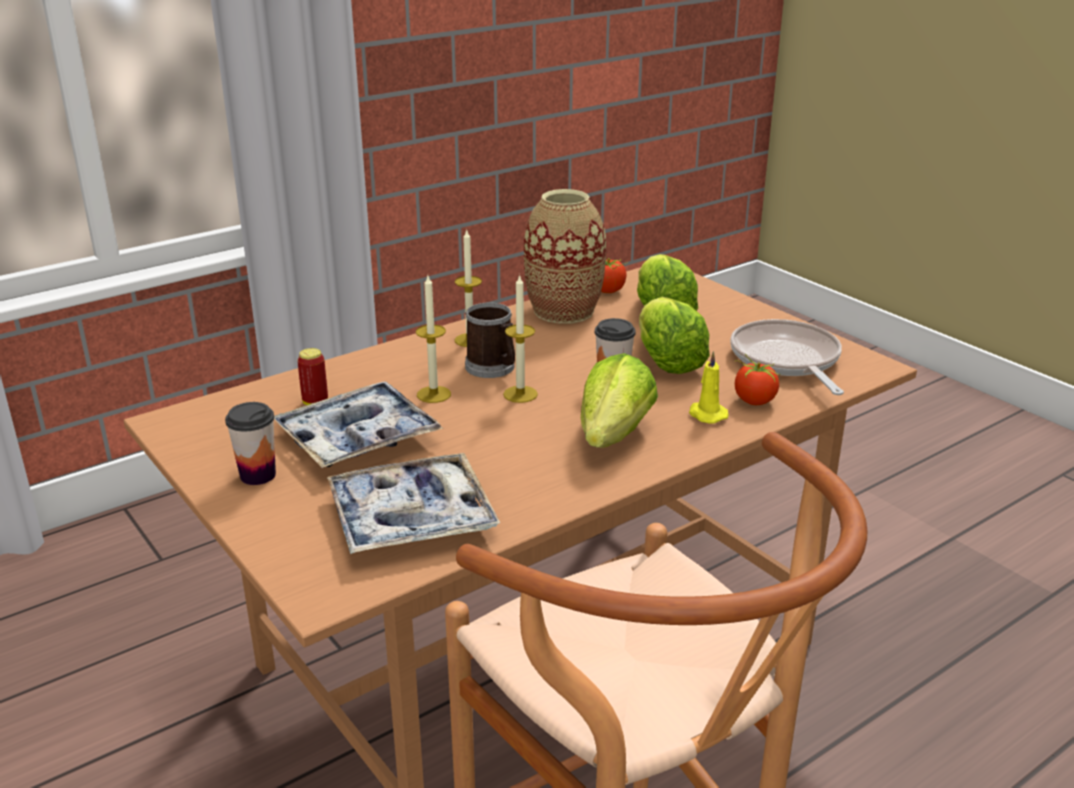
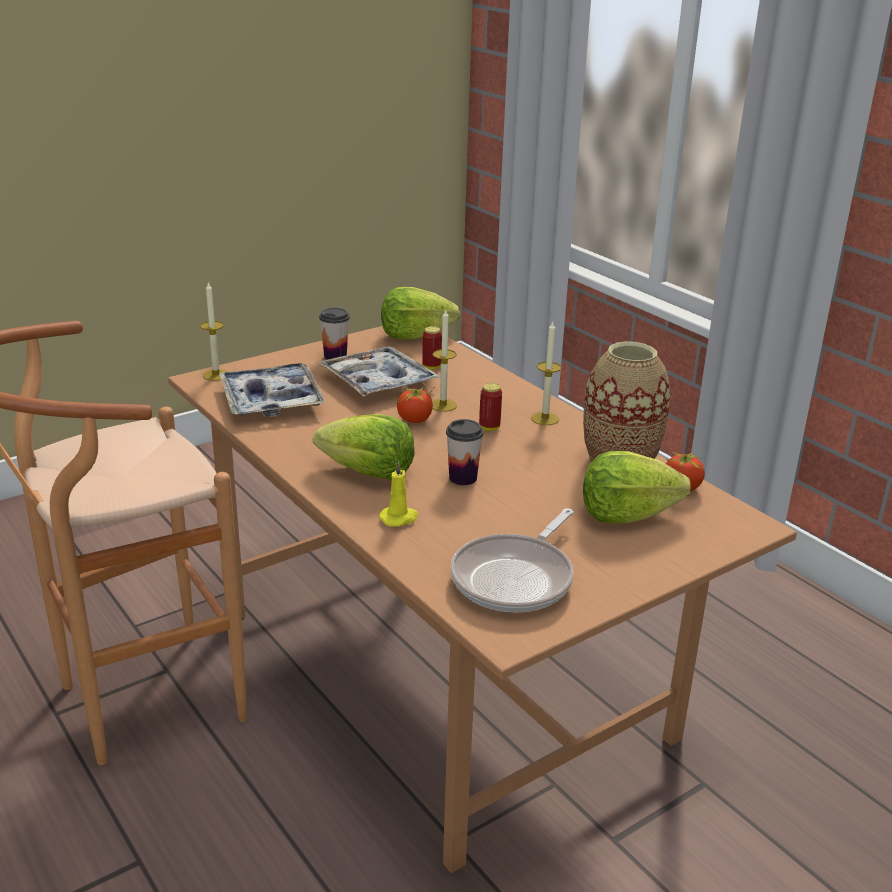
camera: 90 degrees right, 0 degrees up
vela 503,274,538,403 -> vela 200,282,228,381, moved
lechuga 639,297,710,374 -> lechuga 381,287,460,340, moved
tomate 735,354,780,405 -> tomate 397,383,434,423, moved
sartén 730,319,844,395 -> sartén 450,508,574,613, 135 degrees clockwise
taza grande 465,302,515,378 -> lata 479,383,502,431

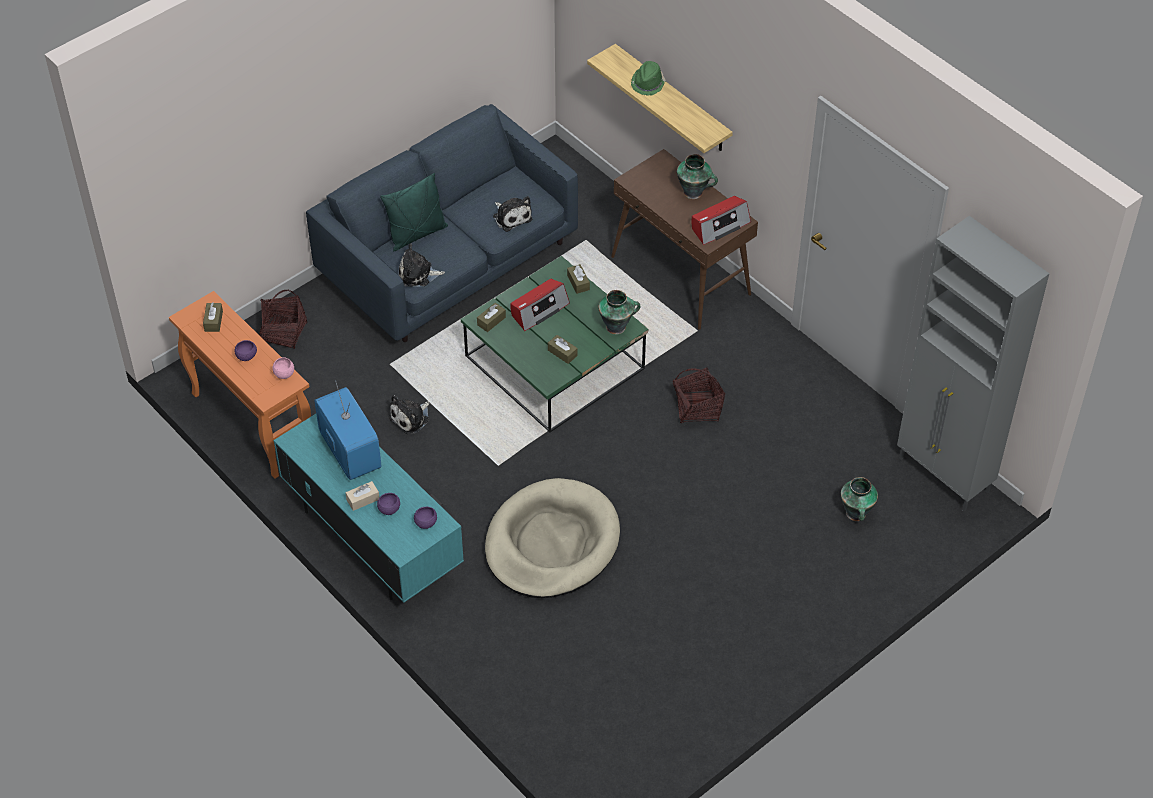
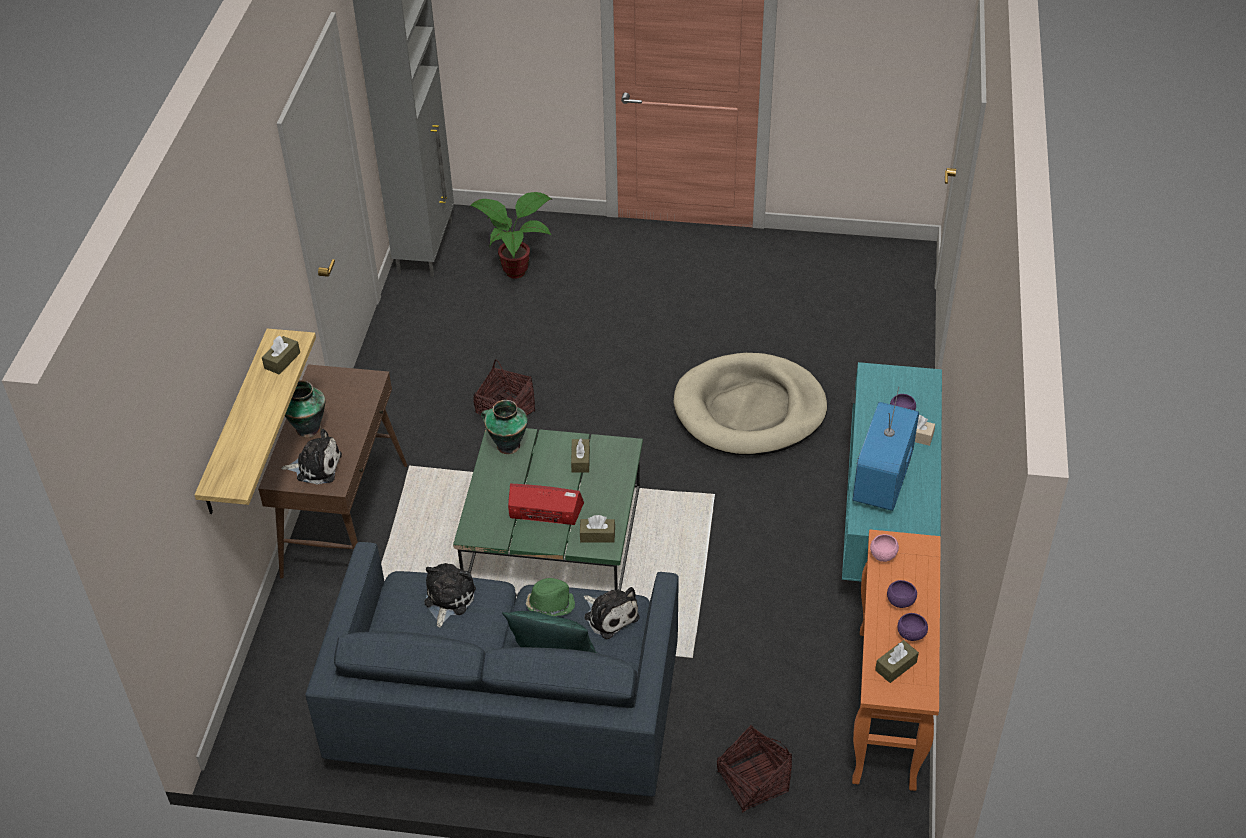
camera: 130 degrees left, 5 degrees down
caja de pañuelos/marrón 567,264,590,294 -> caja de pañuelos/marrón 262,336,300,374, moved
peluche 388,395,430,434 -> peluche 281,429,342,485, moved
florero 841,477,878,521 -> planta en maceta 469,192,552,279
sombrero/verde 631,61,666,96 -> sombrero/verde 526,578,575,616, moved
cuenco/morado 414,507,437,529 -> cuenco/morado 898,613,928,641, moved
radio 691,196,751,245 -> none

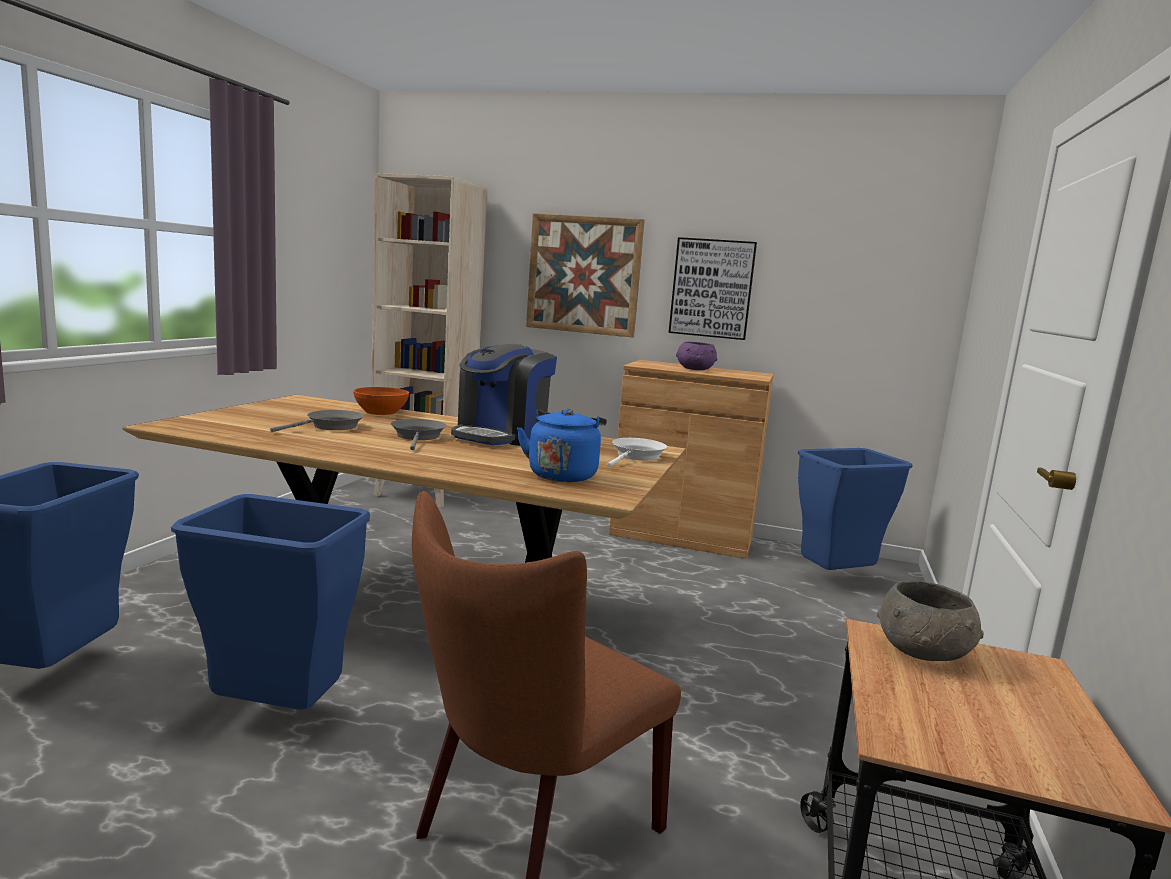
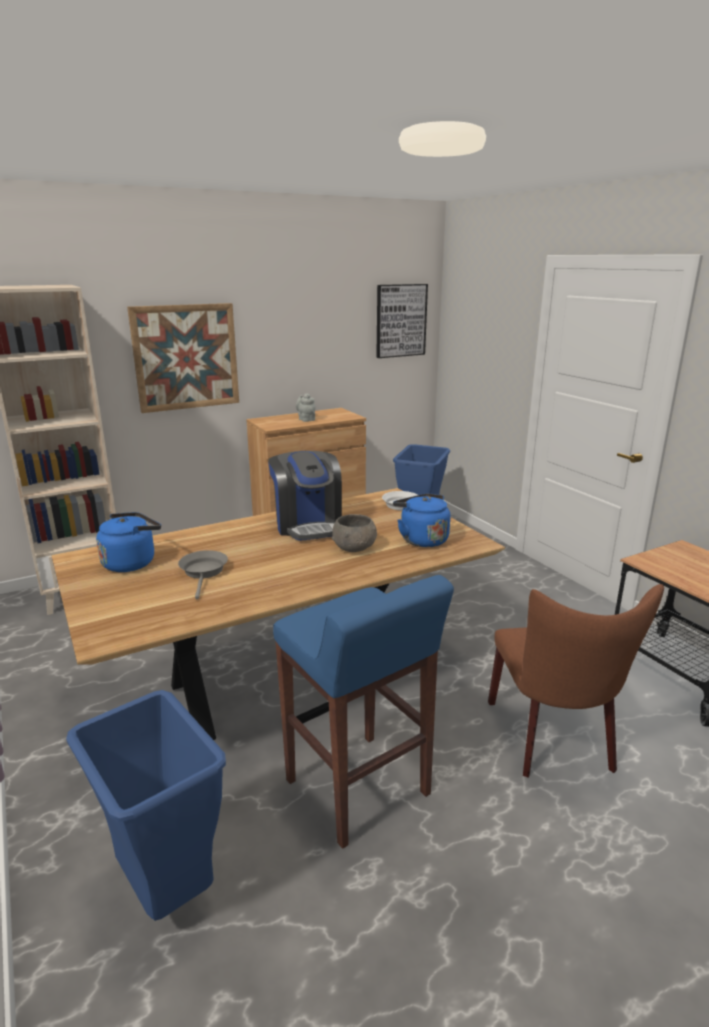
camera: 45 degrees left, 10 degrees up
none -> hervidor/azul 96,512,161,572
papelera/azul 171,494,370,710 -> taburete/azul 273,575,454,849
cuenco/morado 676,342,718,370 -> tetera/gris 296,394,316,422
cuenco/gris 877,581,984,661 -> cuenco/gris 332,514,377,552, moved
cuadro 669,237,757,340 -> cuadro 376,284,428,358, moved
cuenco/naranja 353,387,409,415 -> none
sartén/gris 391,419,446,450 -> none

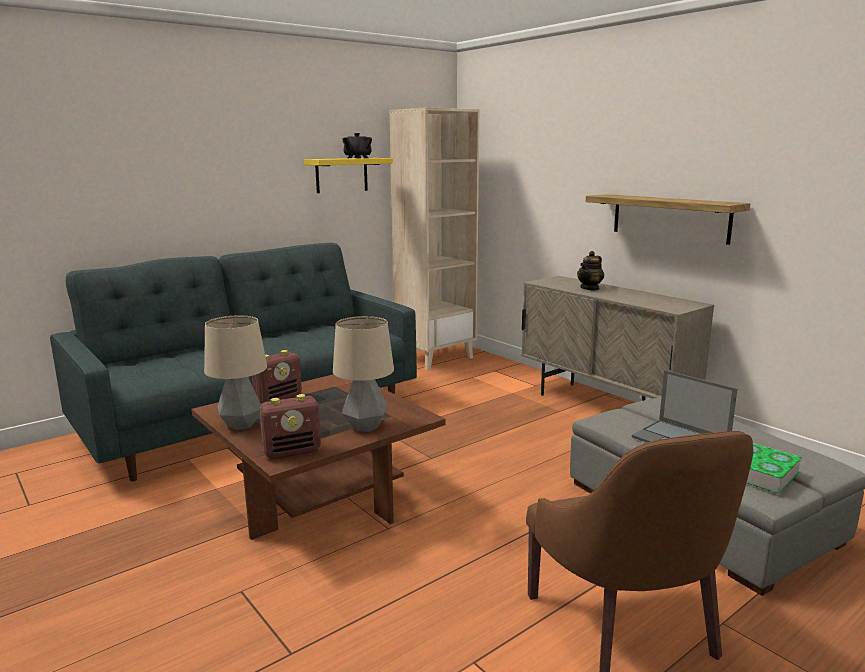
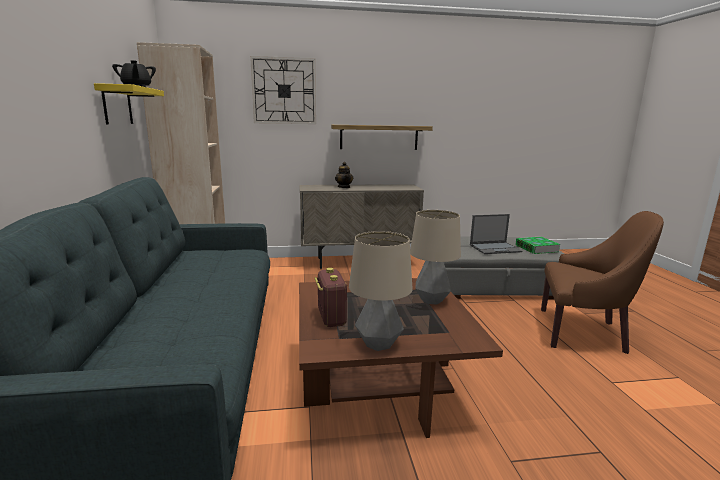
camera: 60 degrees left, 0 degrees up
none -> reloj de pared 250,56,316,124
radio 259,394,321,459 -> none

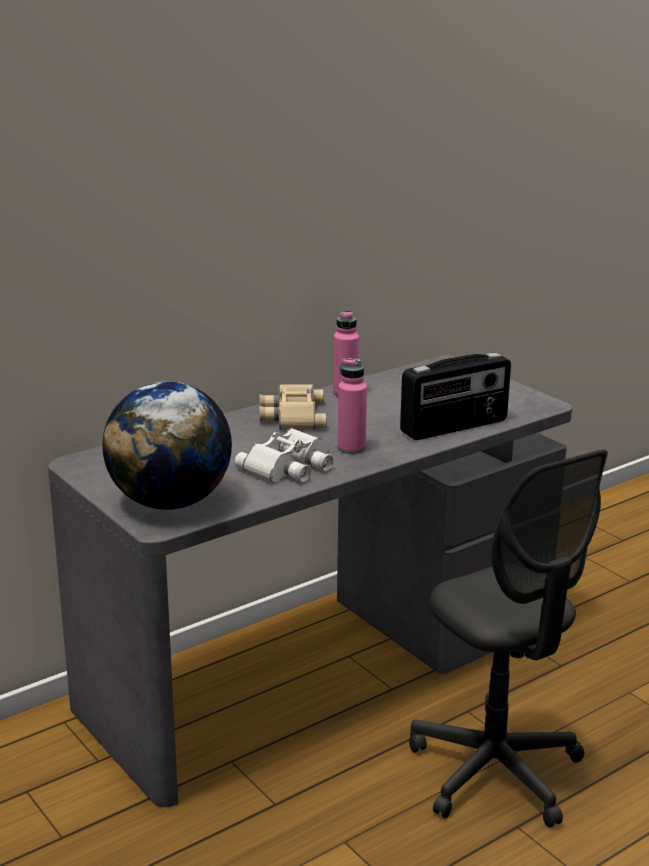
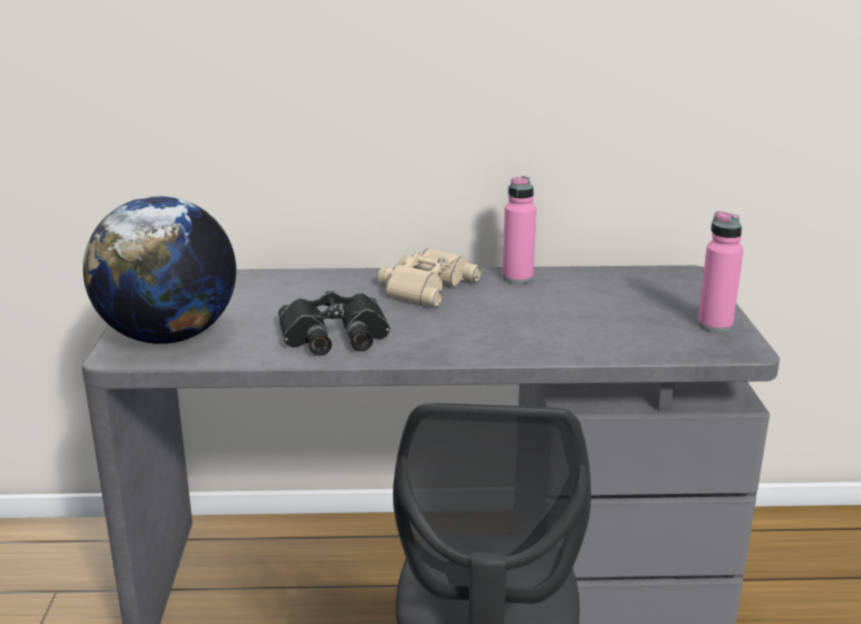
camera: 35 degrees right, 0 degrees up
prismáticos/blanco 235,428,333,483 -> prismáticos/negro 278,290,390,356
botella/rosa 338,358,367,454 -> botella/rosa 697,211,744,332, moved
radio 400,352,511,440 -> none

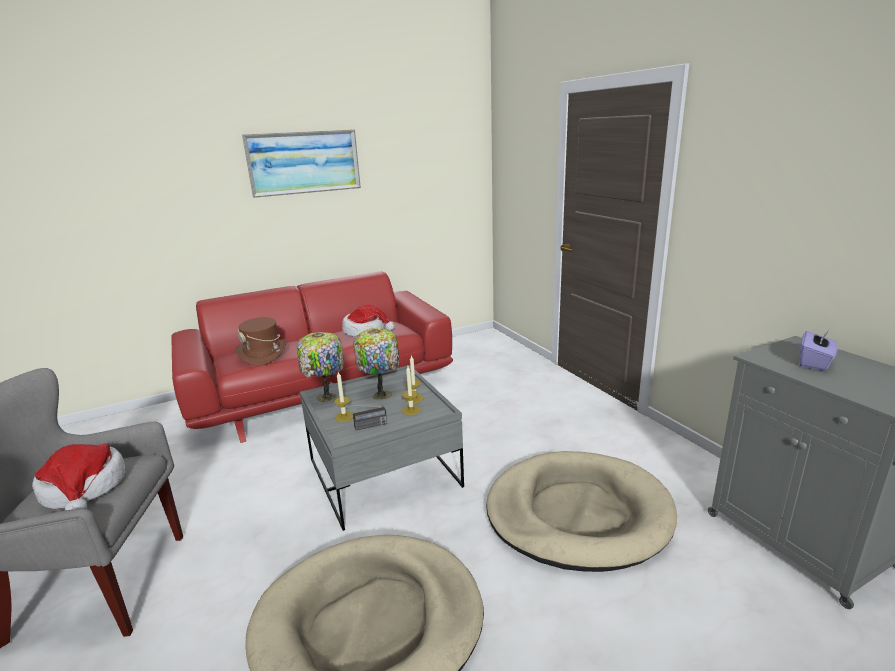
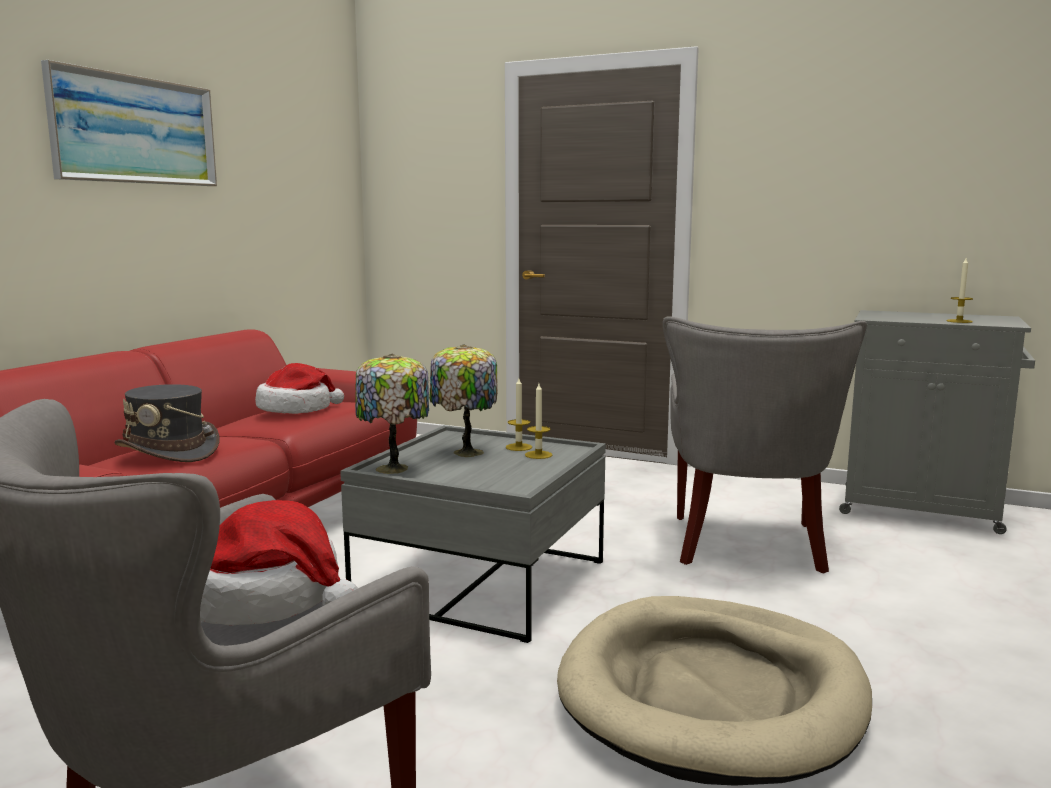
camera: 40 degrees left, 10 degrees down
sombrero/marrón 235,317,287,366 -> sombrero/gris 115,384,220,462
cama para perro/beis 486,451,677,572 -> sillón/gris 663,316,867,574
vela 334,372,353,422 -> vela 946,258,973,323, moved
radio 333,405,387,430 -> none
caja de pañuelos/morado 800,330,838,371 -> none

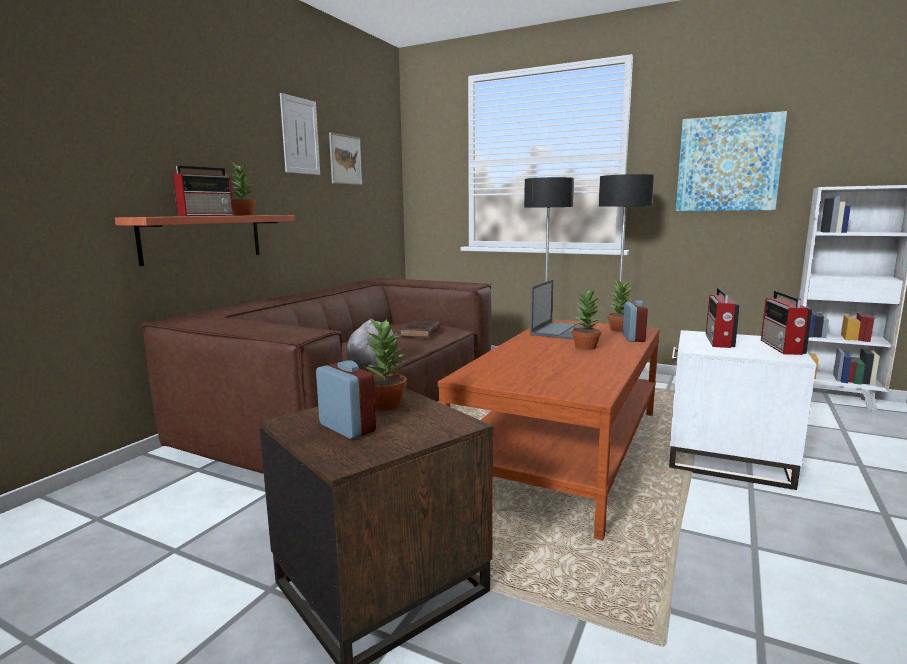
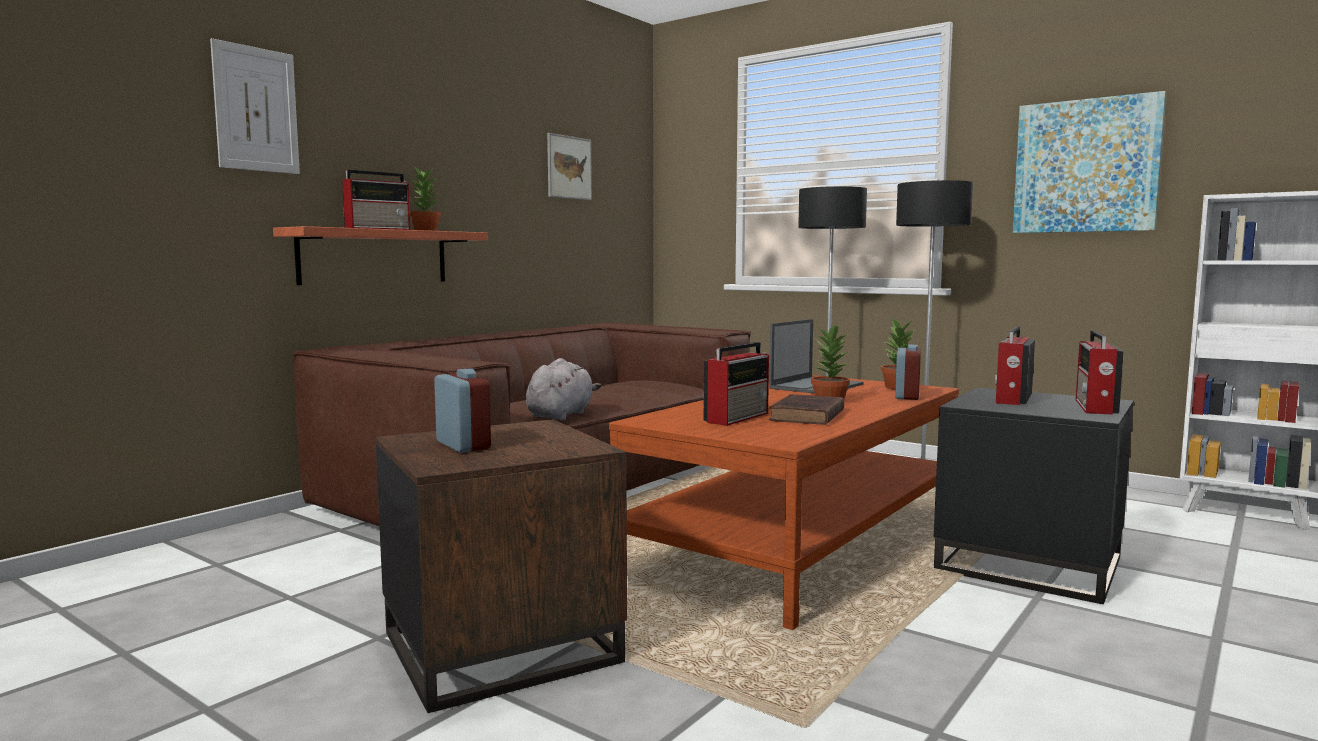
camera: 10 degrees right, 5 degrees down
cuadro 280,93,320,175 -> cuadro 210,38,300,174, moved
none -> radio 703,342,769,426
libro/marrón 400,321,440,338 -> libro/marrón 769,394,844,425, moved
mesa auxiliar/blanco 669,330,816,490 -> mesa auxiliar/negro 934,388,1134,604
planta en maceta 365,318,407,410 -> none

